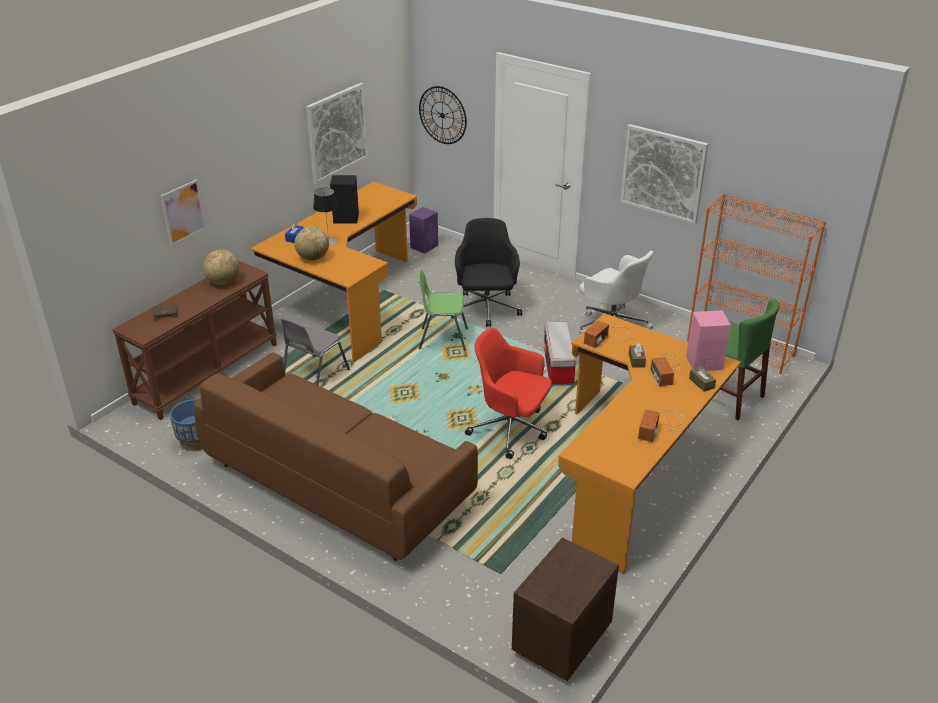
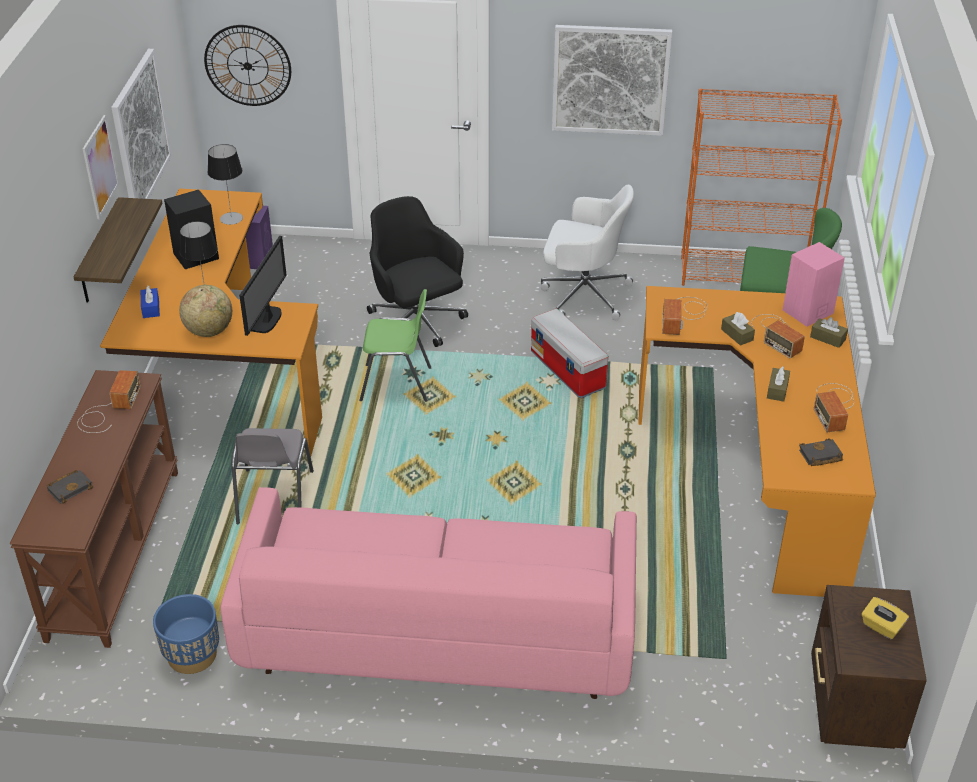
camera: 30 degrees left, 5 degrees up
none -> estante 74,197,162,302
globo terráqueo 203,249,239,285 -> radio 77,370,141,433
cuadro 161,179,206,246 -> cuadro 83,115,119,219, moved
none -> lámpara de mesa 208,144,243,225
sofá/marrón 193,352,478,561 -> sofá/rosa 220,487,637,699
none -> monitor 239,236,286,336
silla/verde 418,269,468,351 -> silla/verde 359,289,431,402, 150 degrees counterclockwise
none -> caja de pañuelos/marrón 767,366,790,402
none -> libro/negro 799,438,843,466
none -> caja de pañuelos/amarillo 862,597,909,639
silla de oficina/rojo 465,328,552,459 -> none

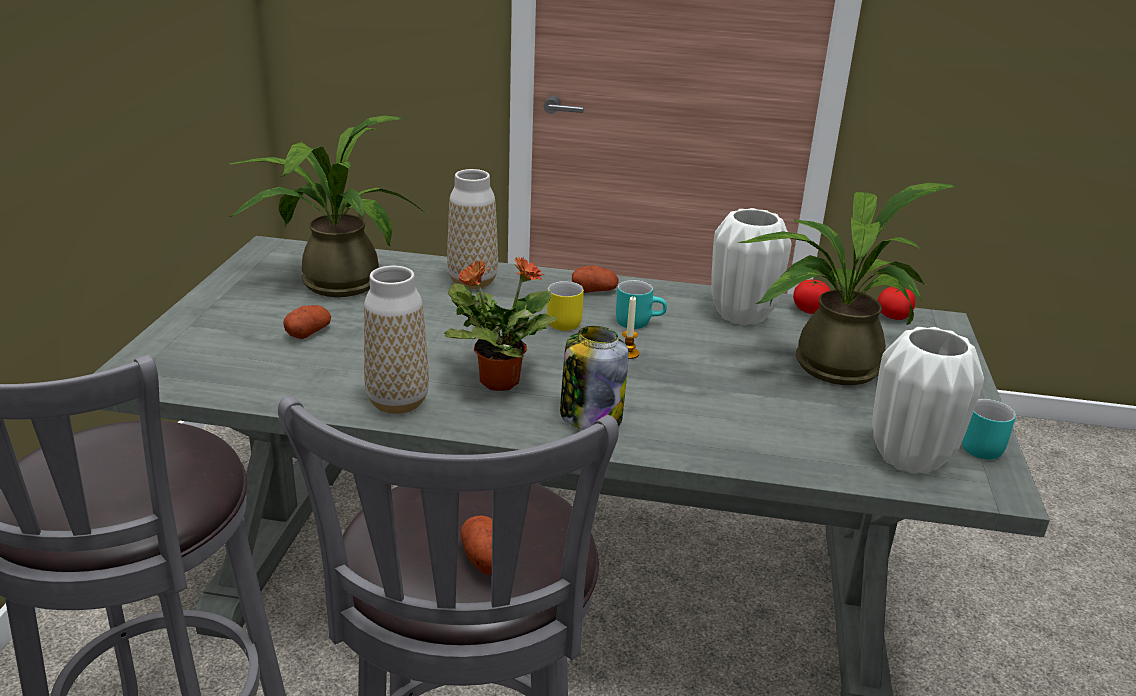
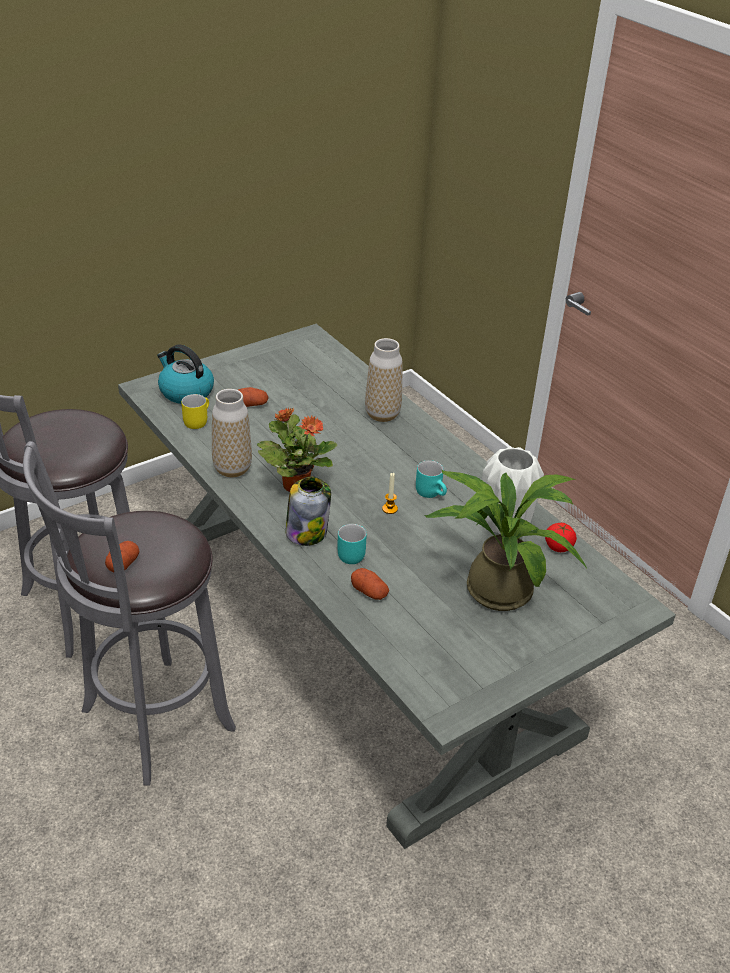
camera: 45 degrees right, 10 degrees up
none -> hervidor 157,344,214,404
taza grande/amarillo 547,281,584,331 -> taza grande/amarillo 181,394,209,429, moved
taza grande/turquesa 962,399,1016,460 -> taza grande/turquesa 337,524,367,564, moved
patata 572,266,619,293 -> patata 351,568,389,600, moved
planta en maceta 228,116,428,297 -> none
florero/blanco 872,327,984,474 -> none
tomate 877,287,915,320 -> none

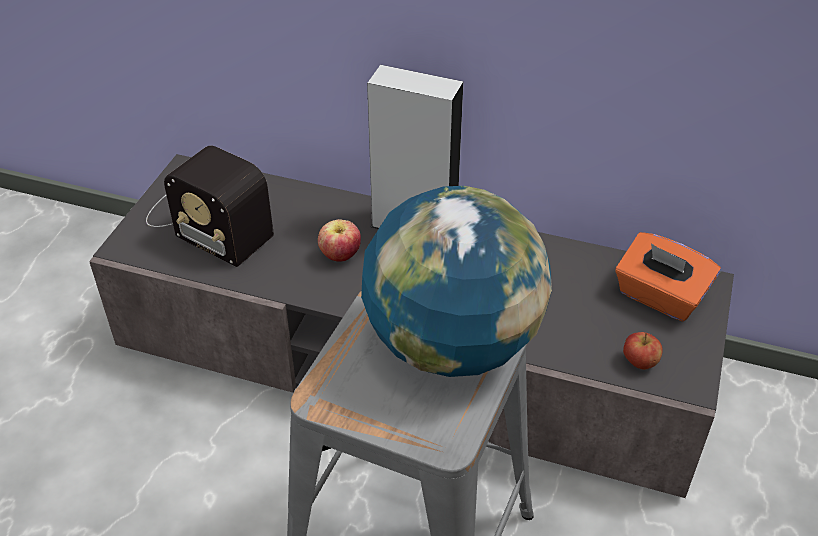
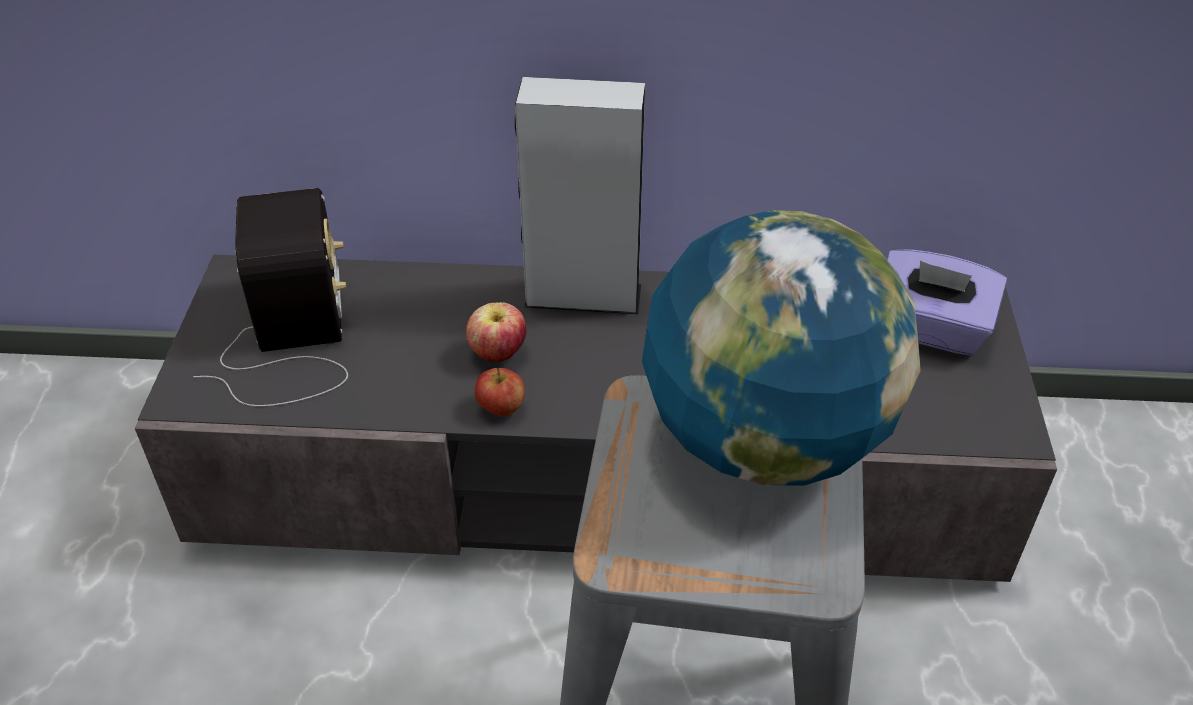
camera: 15 degrees left, 0 degrees up
radio 146,146,274,267 -> radio 193,188,348,407, 120 degrees counterclockwise
manzana 623,332,663,370 -> manzana 475,368,525,416, moved
caja de pañuelos/naranja 615,232,721,321 -> caja de pañuelos/morado 887,249,1007,355

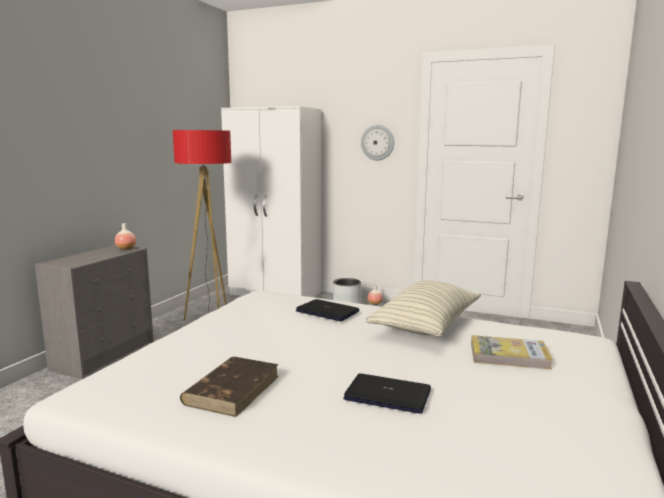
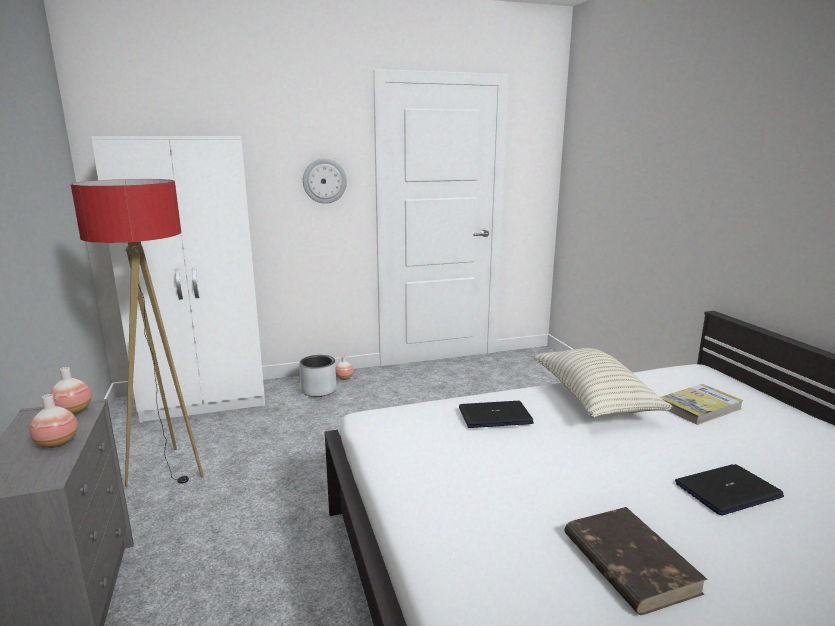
camera: 40 degrees left, 5 degrees up
none -> florero 29,394,78,448

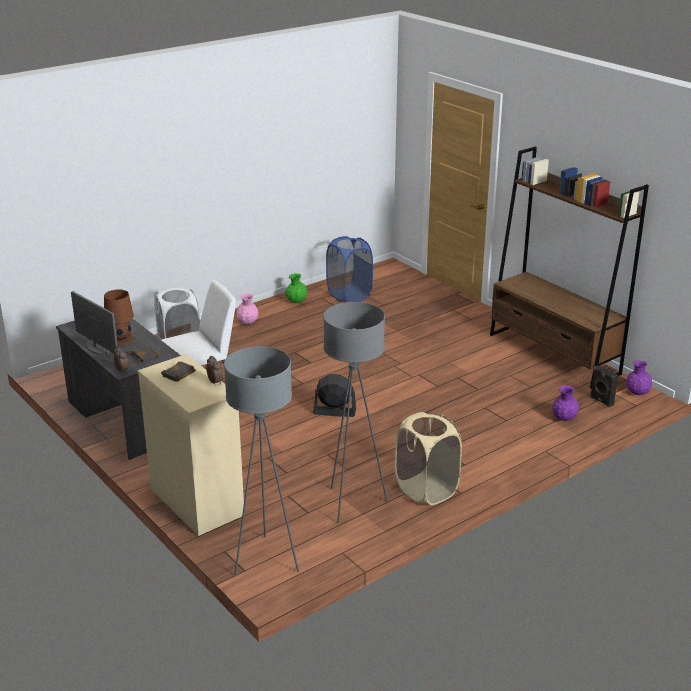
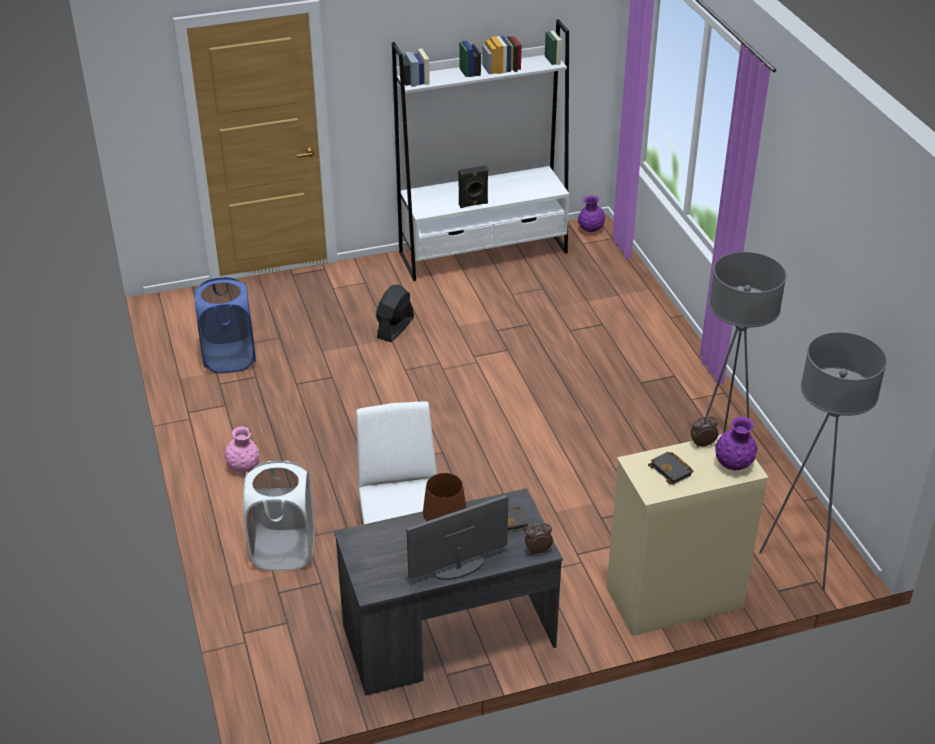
camera: 70 degrees left, 10 degrees up
ventilador/negro 313,374,356,417 -> ventilador/negro 376,285,414,342, moved
estantería/marrón 490,146,649,389 -> estantería/blanco 392,19,569,281
altavoz/negro 590,365,618,407 -> altavoz/negro 459,165,488,208, moved
florero/morado 552,385,579,421 -> florero/morado 715,417,758,470, moved
florero/verde 285,273,308,303 -> none
cesto de la ropa/beis 395,412,462,505 -> none

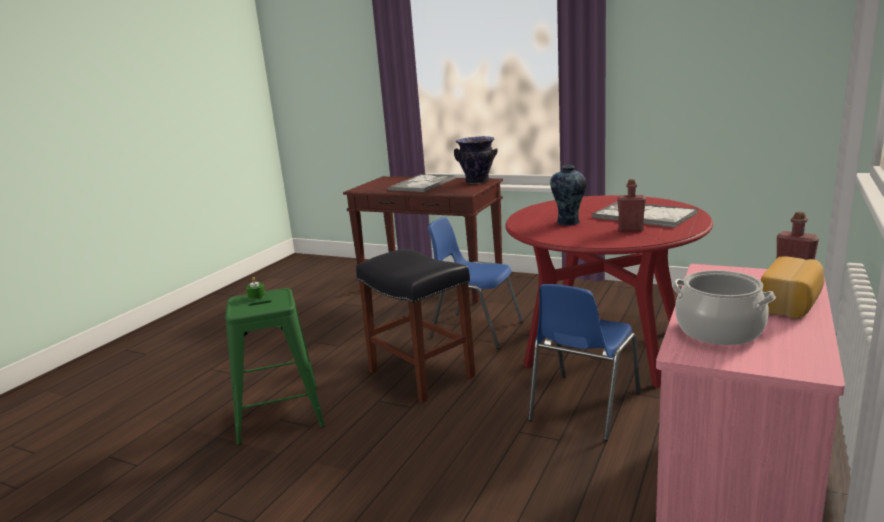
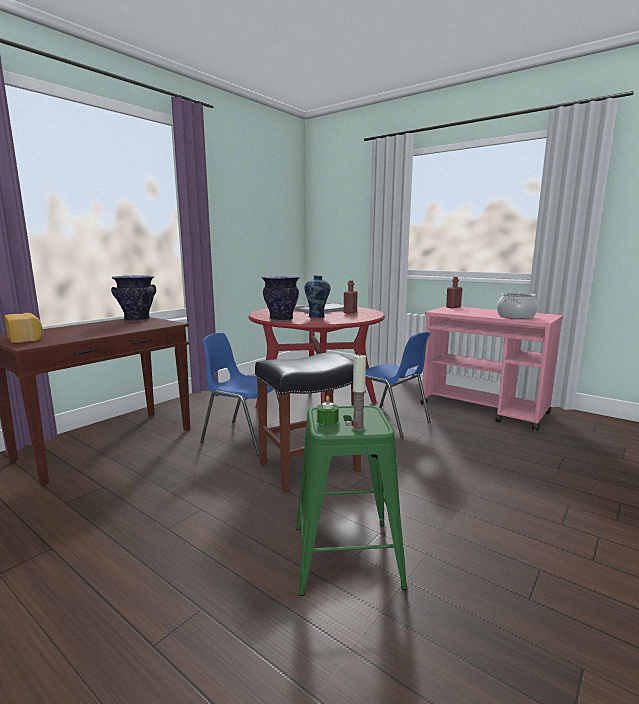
camera: 80 degrees left, 5 degrees down
pan 761,256,824,319 -> pan 4,313,43,343, moved
silla/azul 428,217,523,349 -> silla/azul 200,333,279,456, 75 degrees clockwise
none -> florero 261,276,300,321
none -> vela 352,354,366,431
bandeja 388,174,456,192 -> none

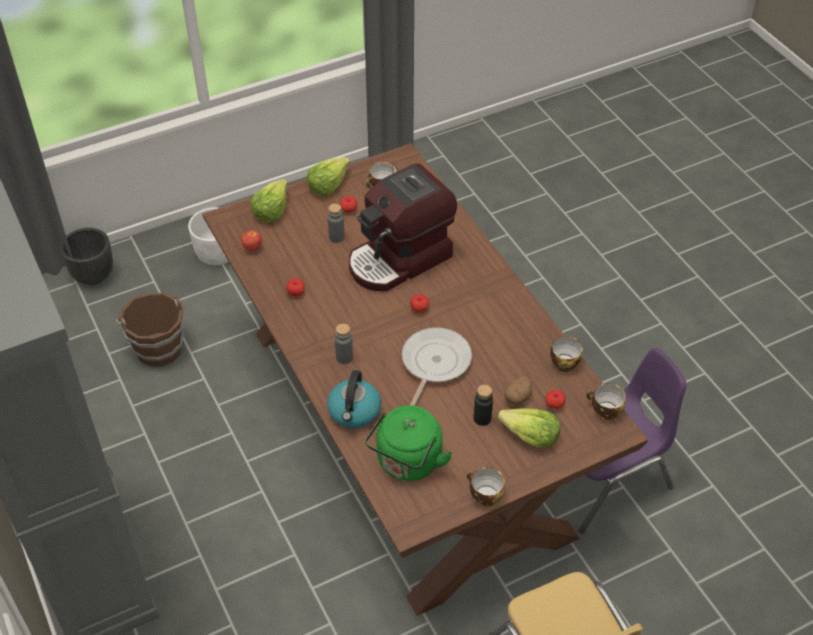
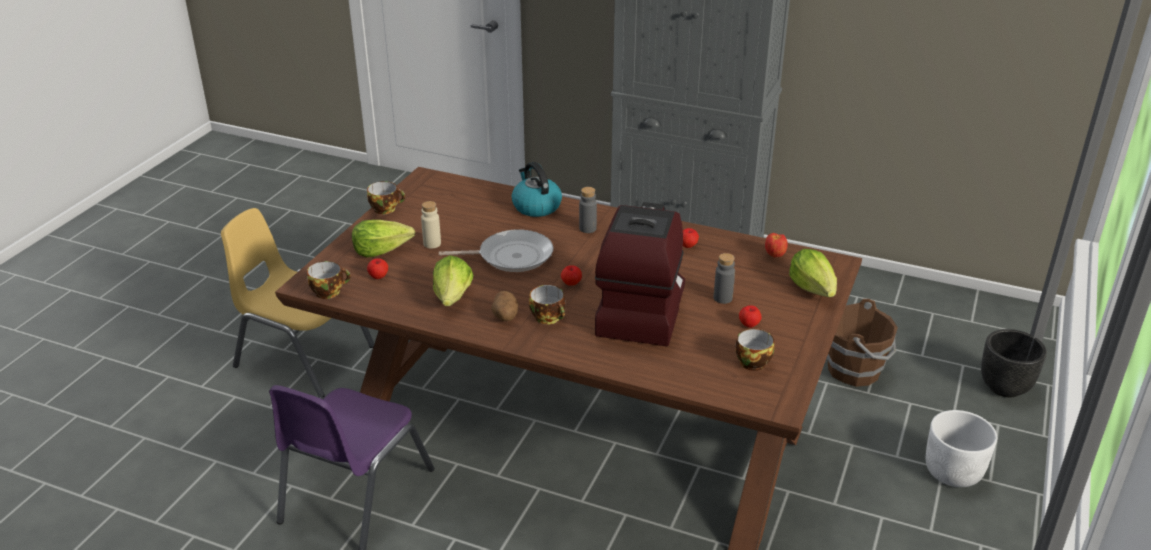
camera: 140 degrees right, 15 degrees down
botella/negro 474,385,493,426 -> botella/beis 421,201,441,249
lechuga 306,157,350,196 -> lechuga 433,255,473,306, moved
sartén 402,327,472,406 -> sartén 439,229,553,272, 75 degrees counterclockwise
patata 504,376,532,405 -> patata 492,291,519,321, moved
taza 550,334,583,372 -> taza 529,285,565,325, moved
hervidor/verde 365,405,453,481 -> none

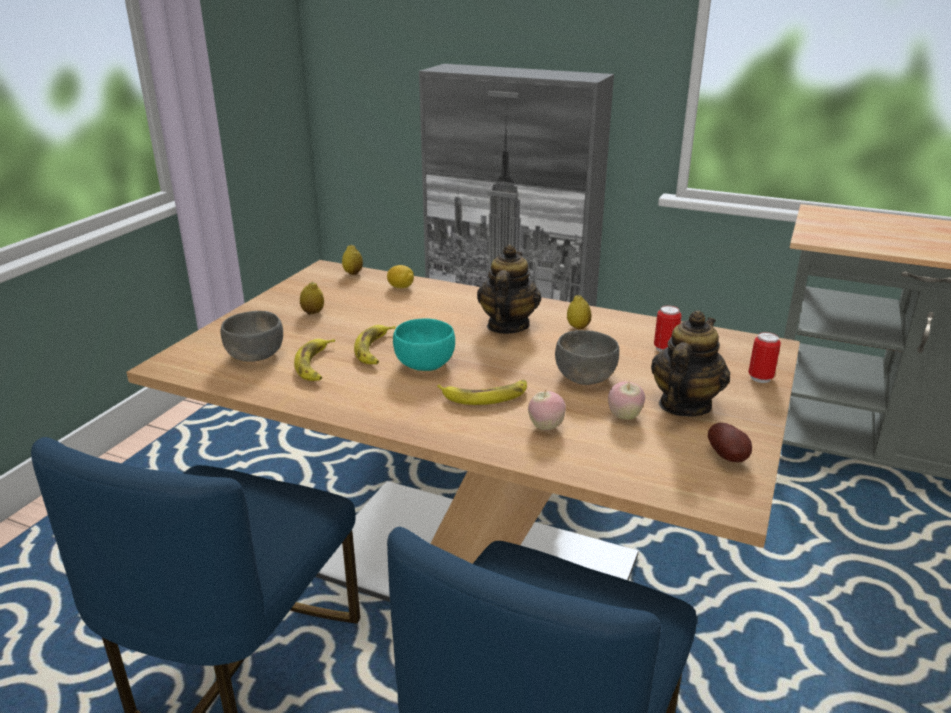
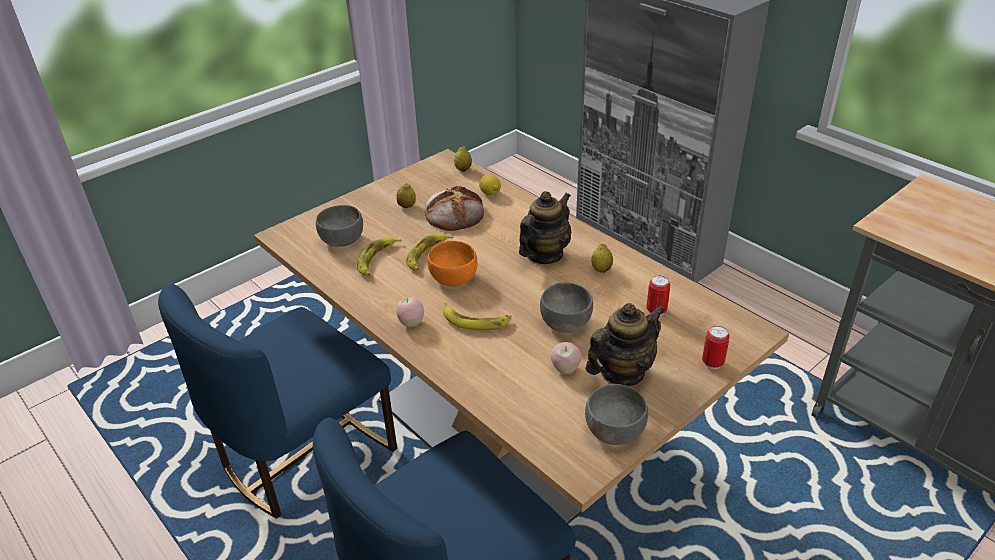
camera: 25 degrees right, 10 degrees up
manzana 528,390,566,431 -> manzana 396,297,424,327, moved
none -> pan 425,186,484,231
cuenco/turquesa 393,318,455,371 -> cuenco/naranja 427,241,477,287
patata 708,423,752,462 -> cuenco/gris 585,384,648,445

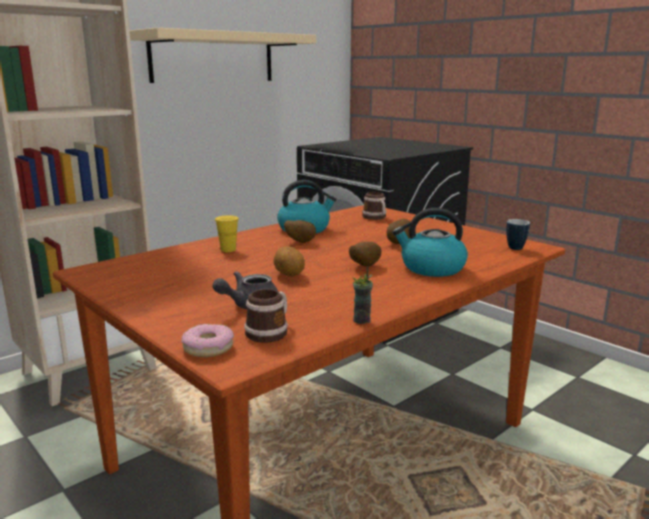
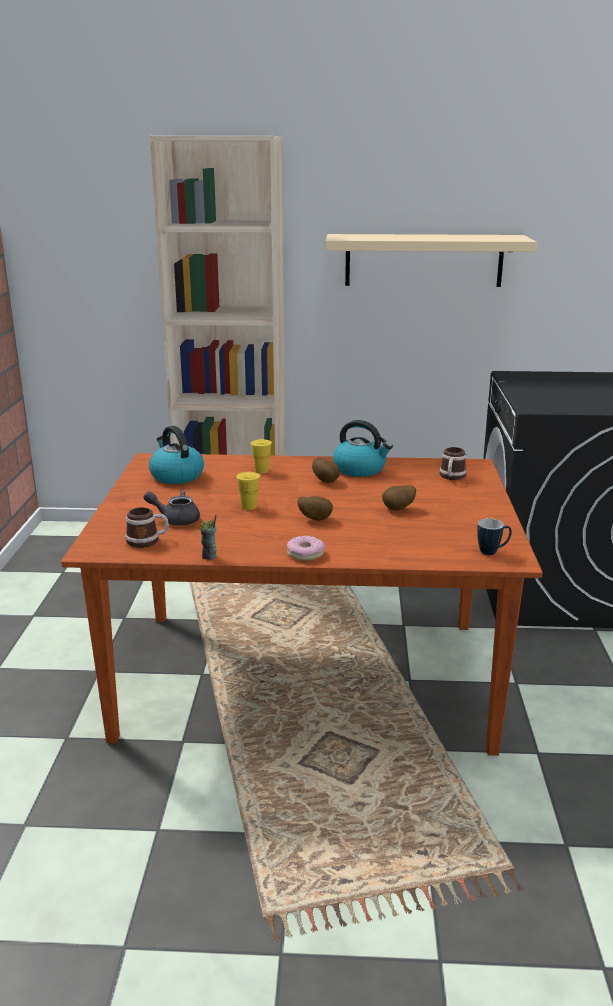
camera: 45 degrees right, 5 degrees up
hervidor 393,208,468,277 -> hervidor 149,426,204,484, moved
patata 273,246,305,277 -> taza/amarillo 236,472,260,510
rosquilla 181,324,234,357 -> rosquilla 287,536,325,561, moved

